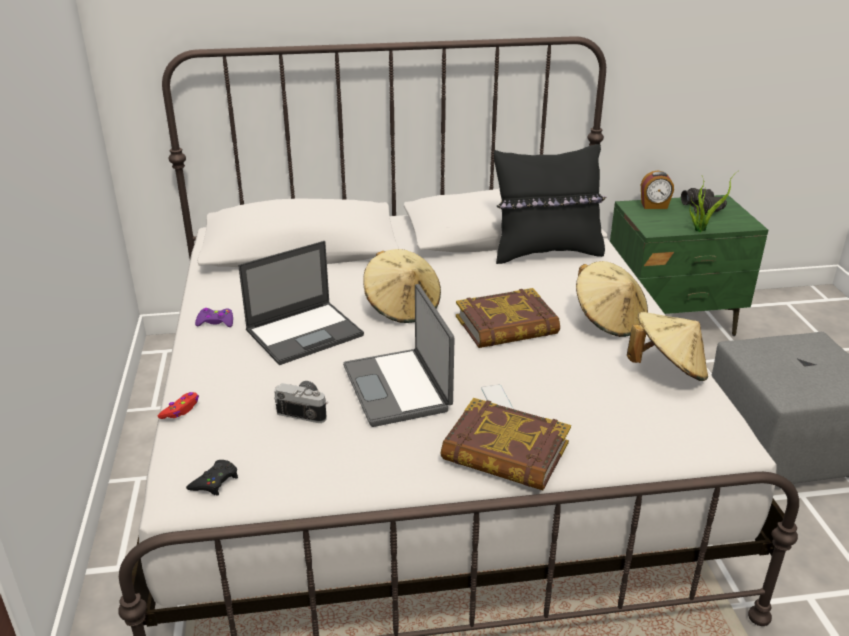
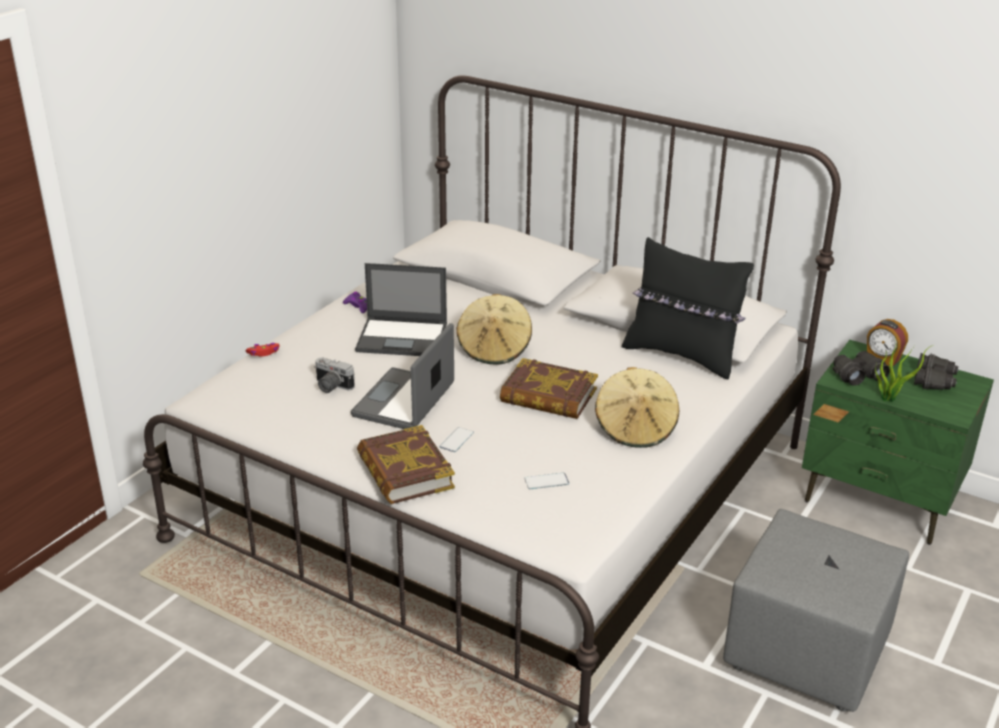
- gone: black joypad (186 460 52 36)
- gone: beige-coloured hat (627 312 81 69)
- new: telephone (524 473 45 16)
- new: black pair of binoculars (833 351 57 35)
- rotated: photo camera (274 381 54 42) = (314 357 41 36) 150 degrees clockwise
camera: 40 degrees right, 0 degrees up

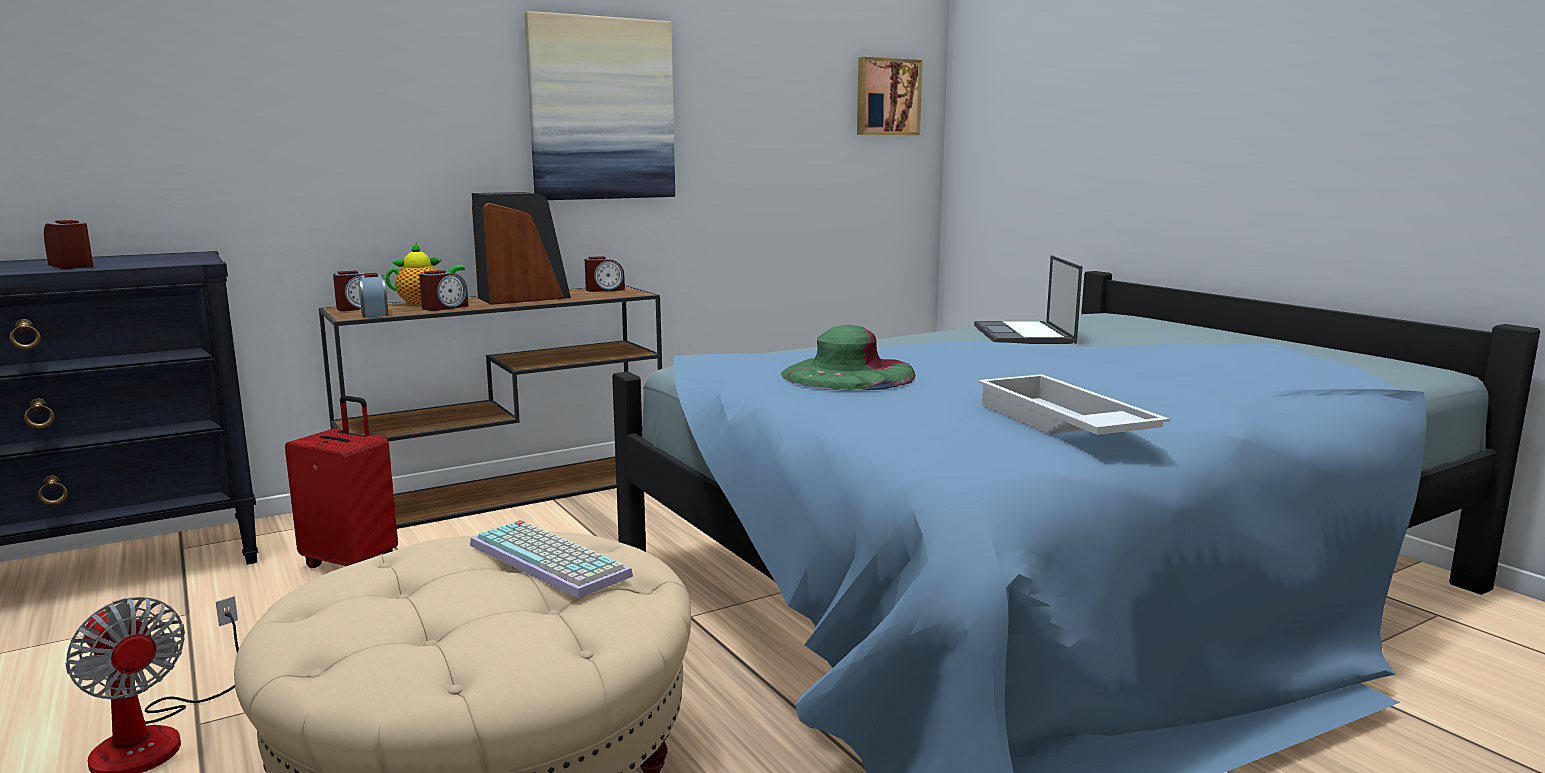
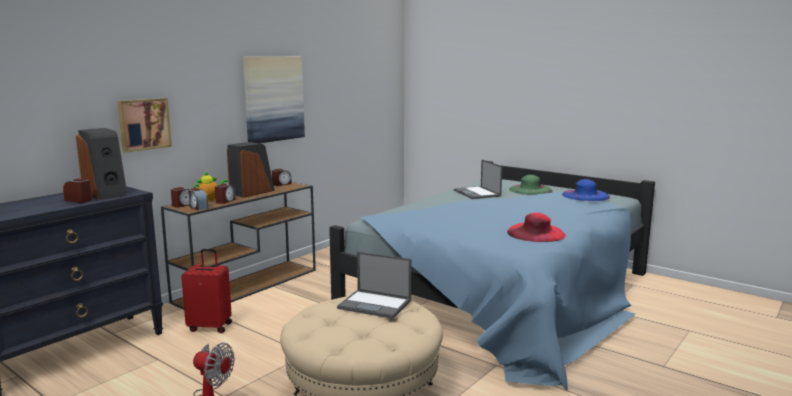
- new: loudspeaker (76 128 52 72)
- new: bluish hat (562 179 48 22)
- shifted: greenish hat (780 325 136 66) to (509 175 44 20)
- shifted: picture (857 57 66 78) to (117 98 55 55)
- swapped: computer keyboard (470 520 163 78) to notebook computer (337 252 74 67)
- swapped: white-coloured tray (978 374 192 61) to red hat (507 213 59 29)
camera: 20 degrees left, 0 degrees up

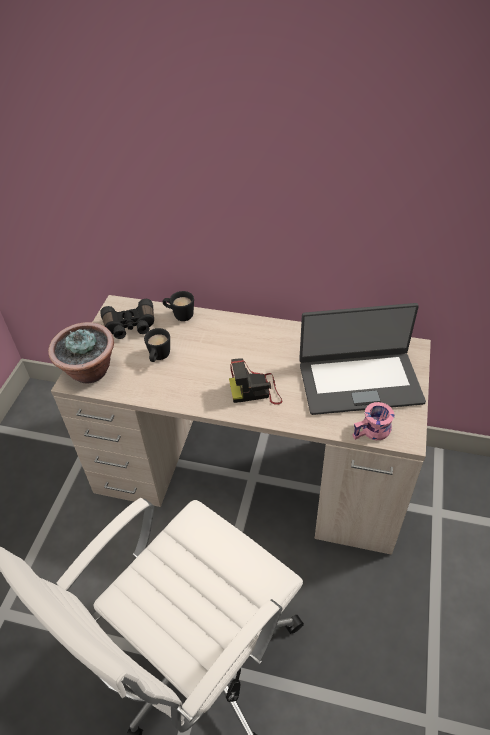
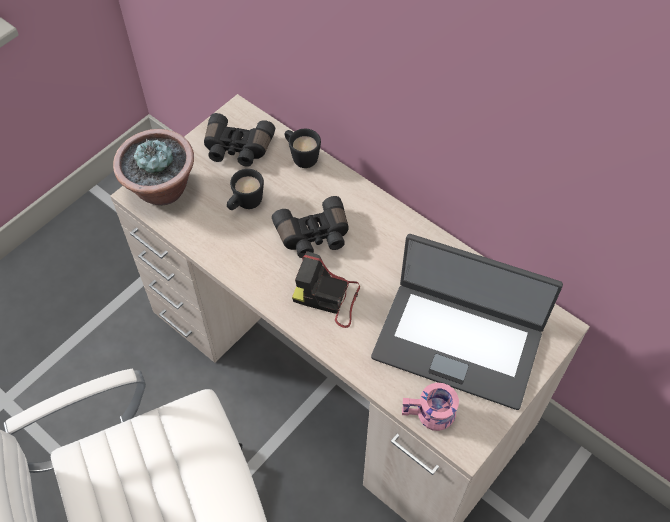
- new: black pair of binoculars (272 196 77 62)
camera: 25 degrees right, 10 degrees up

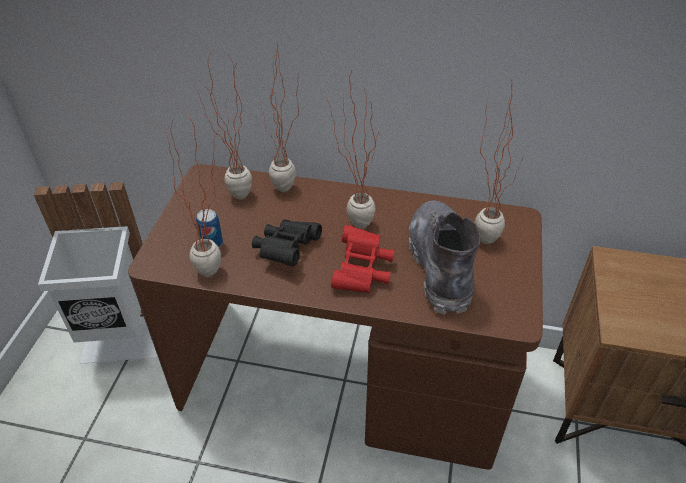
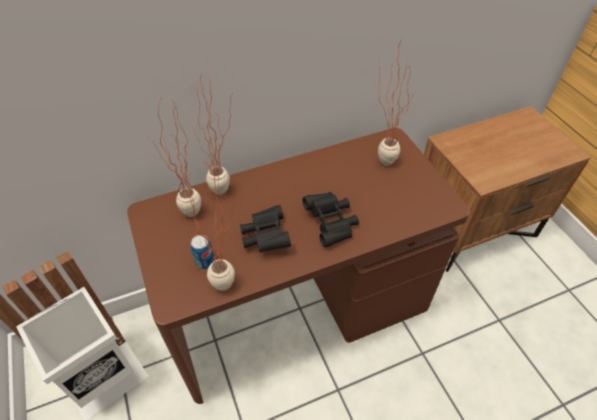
- gone: plant in a pot (326 71 54 158)
- gone: grey tall boot (408 200 72 115)
- repainted: red pair of binoculars (331 225 64 69) to black pair of binoculars (302 192 57 55)
camera: 35 degrees left, 5 degrees up

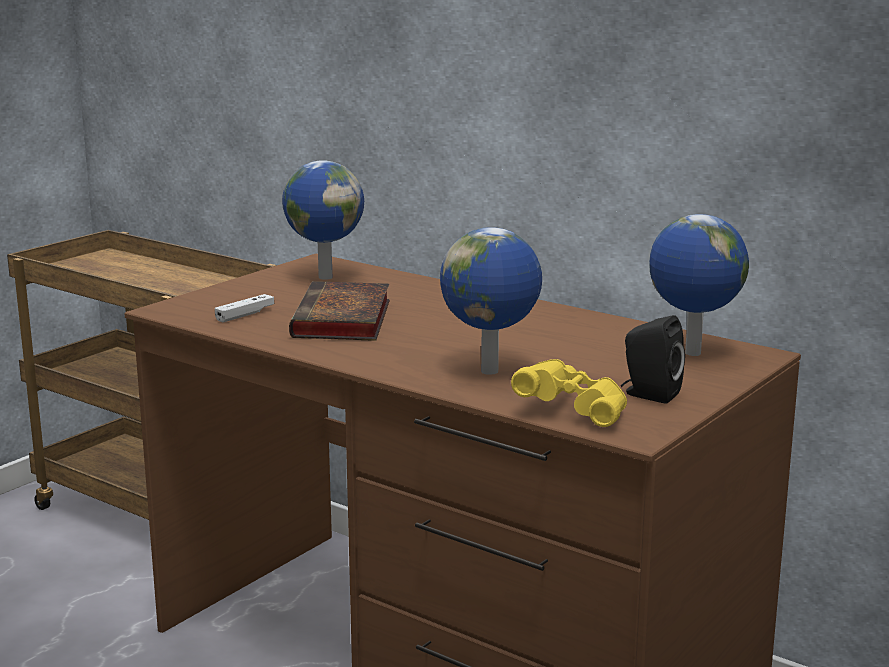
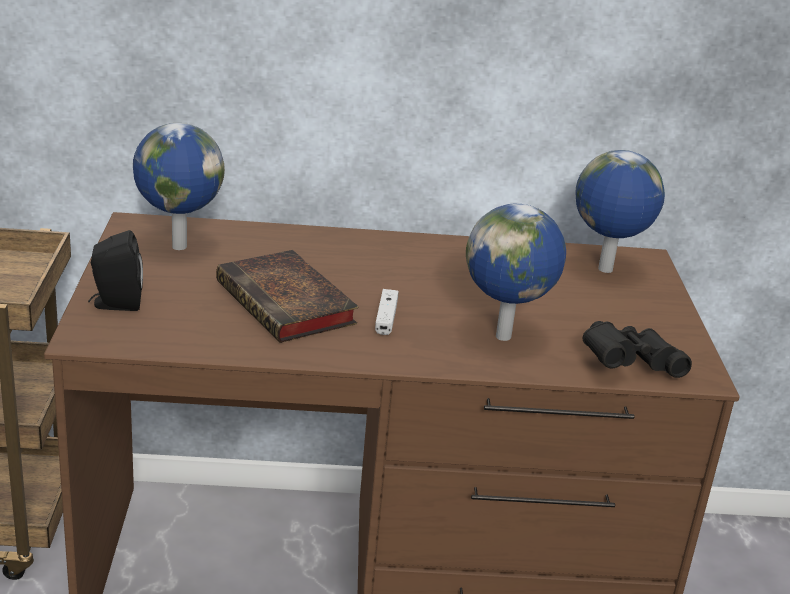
- shifted: white-coloured joypad (215 294 59 28) to (375 289 23 46)
- shifted: black loudspeaker (621 315 64 89) to (88 230 55 81)
- repainted: yellowish pair of binoculars (511 359 116 68) to black pair of binoculars (582 321 110 57)
camera: 40 degrees left, 10 degrees up

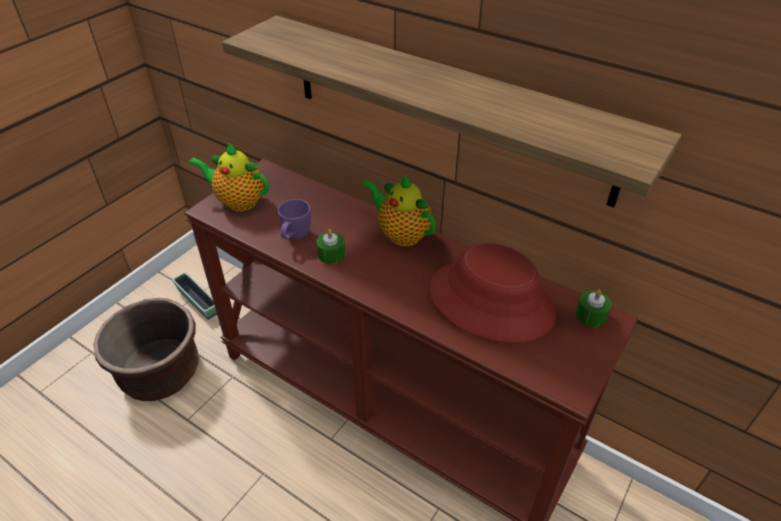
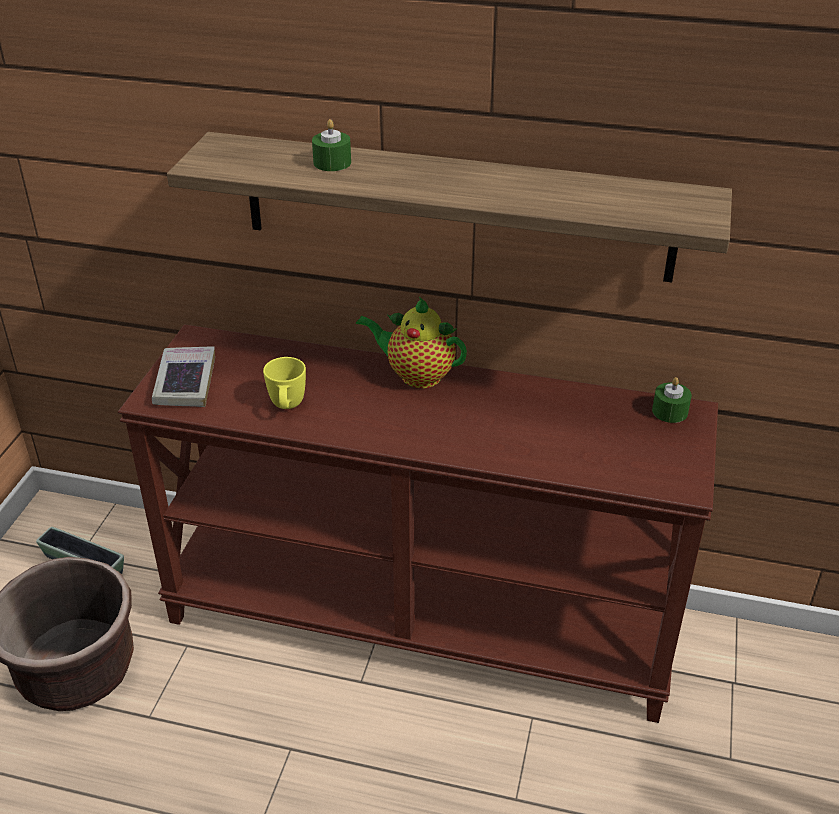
- gone: red hat (429 243 127 100)
- shifted: greenish wax light (316 229 29 35) to (312 119 39 52)
- swapped: teapot (188 143 81 69) to book (152 346 63 61)
- repainted: purple-coloured tea mug (278 199 33 40) to yellowish tea mug (263 357 43 52)
camera: 20 degrees left, 5 degrees down

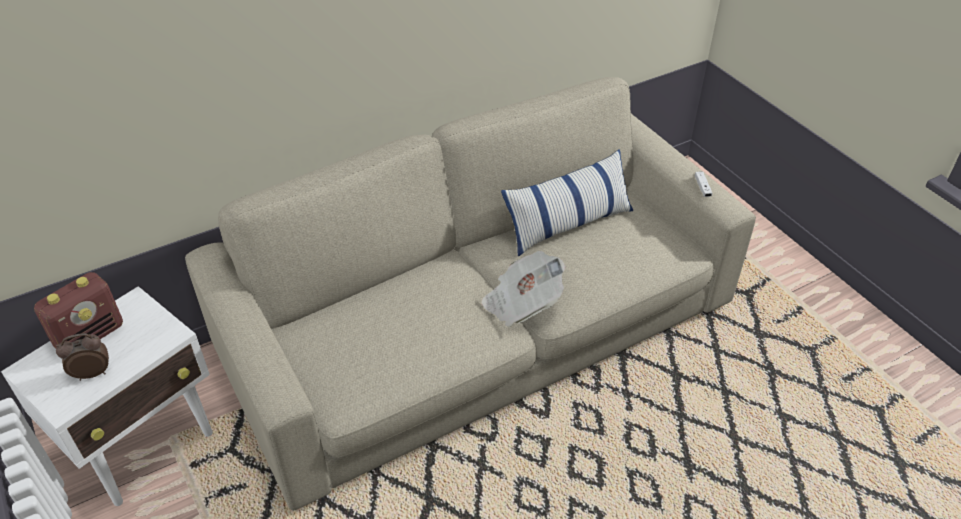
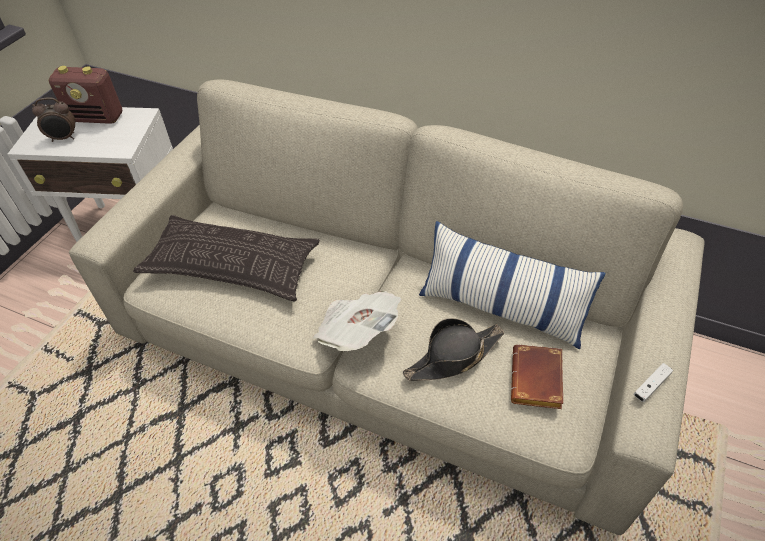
- new: pillow (133 215 187 87)
- new: black hat (403 318 101 63)
- new: brown-coloured book (511 344 52 65)
- rotated: table clock (56 333 53 48) = (32 97 43 45) 135 degrees clockwise
camera: 55 degrees right, 5 degrees up

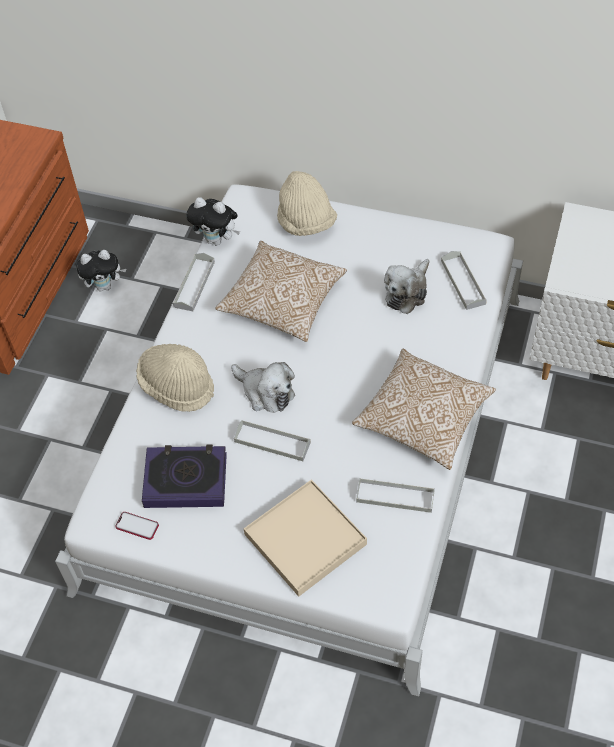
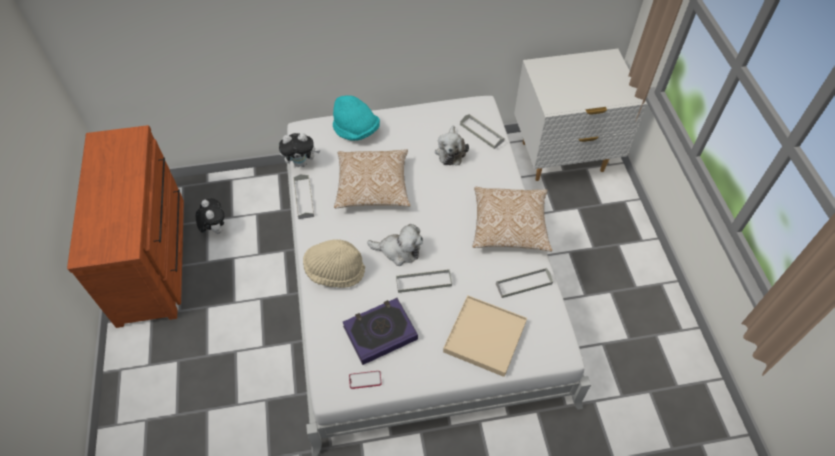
- repainted: beige-coloured hat (277 171 60 65) to blue-green hat (333 95 47 46)
- rotated: soft toy (76 250 50 41) = (196 198 29 36) 75 degrees counterclockwise
camera: 30 degrees left, 0 degrees up

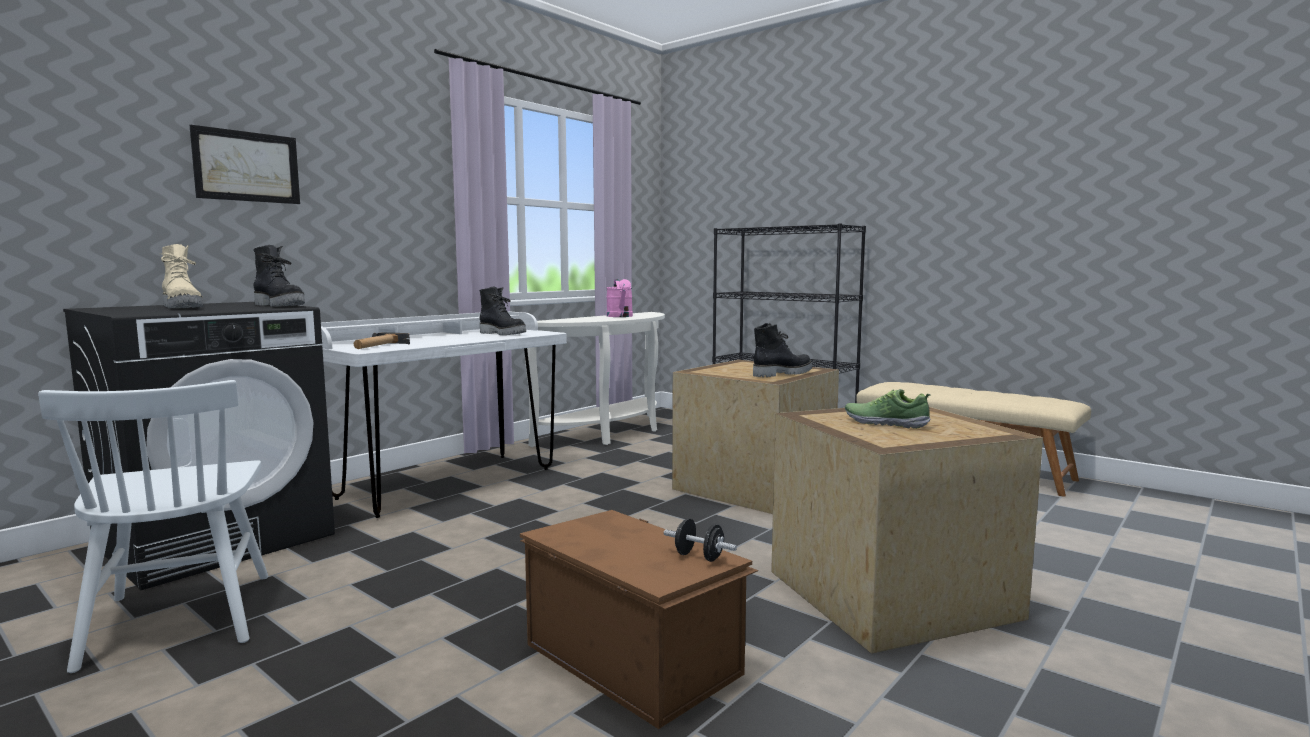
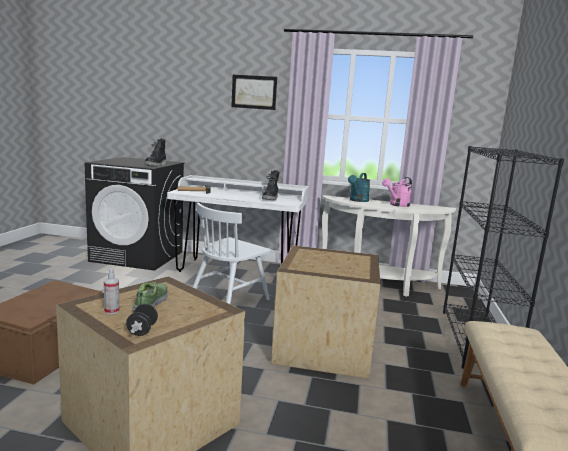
- gone: beige-coloured tall boot (161 244 43 64)
- gone: black tall boot (753 323 59 54)
- new: spray bottle (104 268 15 46)
- new: blue-green watering pot (348 173 22 29)
- shifted: white-coloured upright chair (38 380 231 293) to (193 203 78 101)
- shifted: picture (190 125 110 79) to (231 75 46 35)
- shifted: black hand weight (664 518 73 44) to (126 304 32 32)
camera: 60 degrees right, 5 degrees up

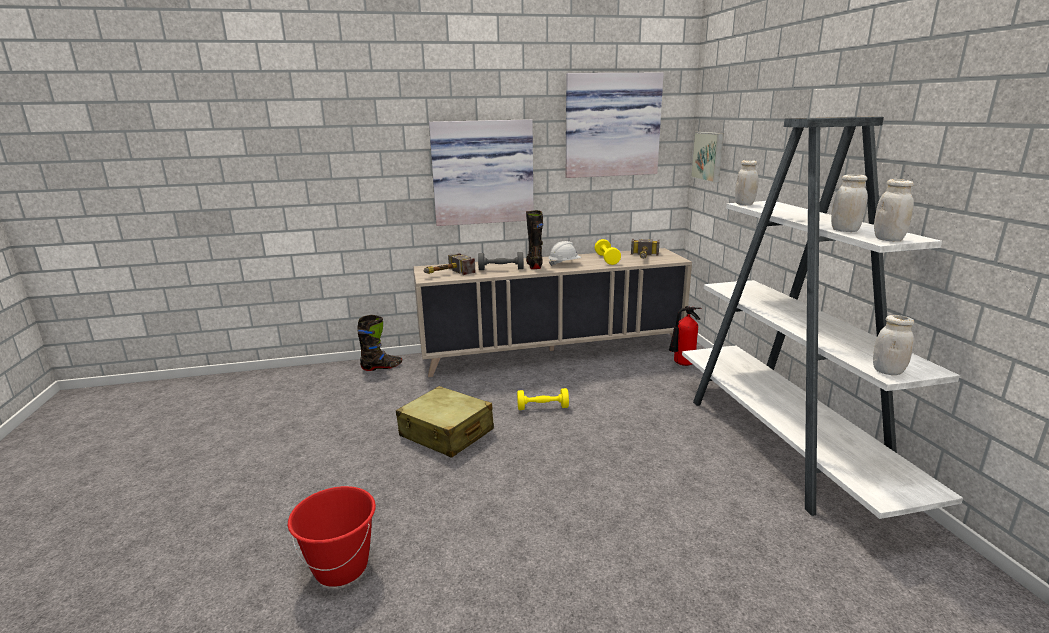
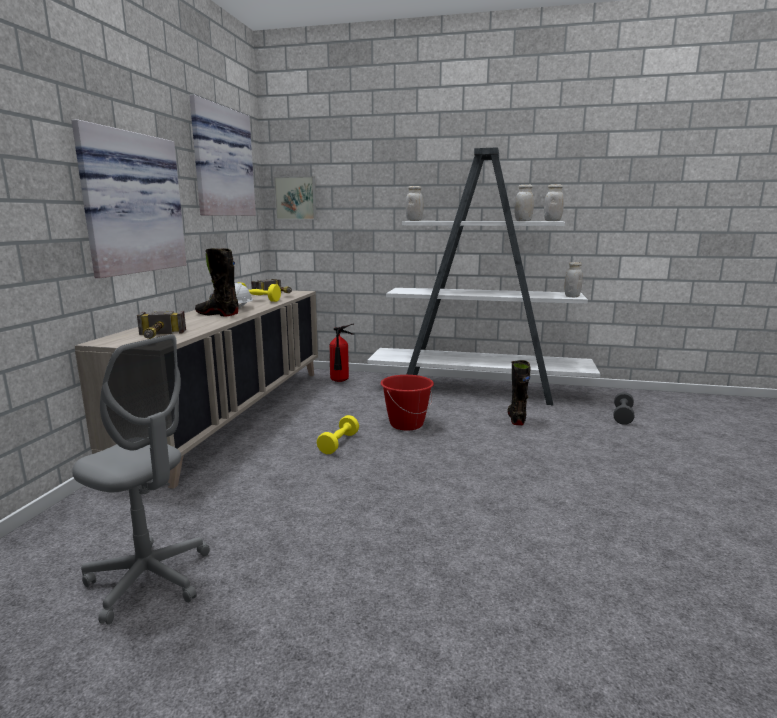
- gone: beige-coloured piece of luggage (396 386 98 72)
- new: grey computer chair (72 334 138 290)
- shifted: red water bucket (288 486 88 101) to (381 375 53 55)
- shifted: black tall boot (357 315 45 56) to (508 360 22 65)
- shifted: grey hand weight (478 252 46 18) to (613 392 21 33)
camera: 65 degrees left, 5 degrees down

